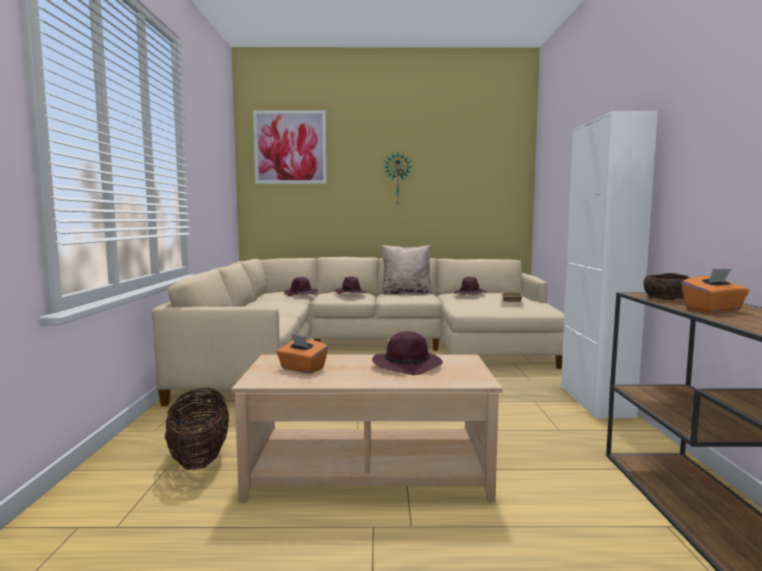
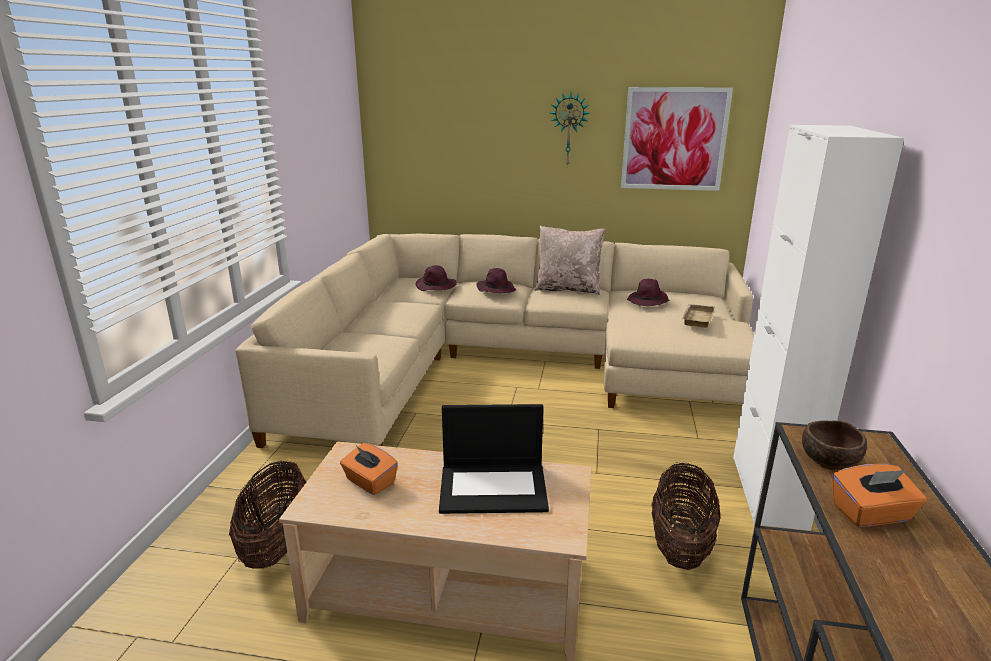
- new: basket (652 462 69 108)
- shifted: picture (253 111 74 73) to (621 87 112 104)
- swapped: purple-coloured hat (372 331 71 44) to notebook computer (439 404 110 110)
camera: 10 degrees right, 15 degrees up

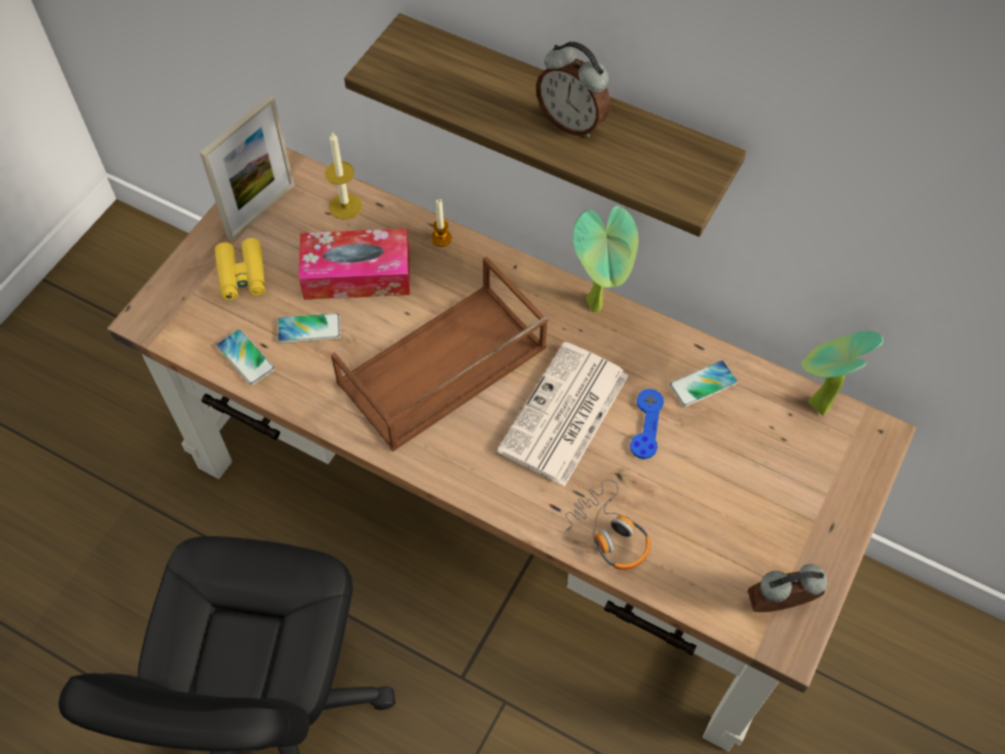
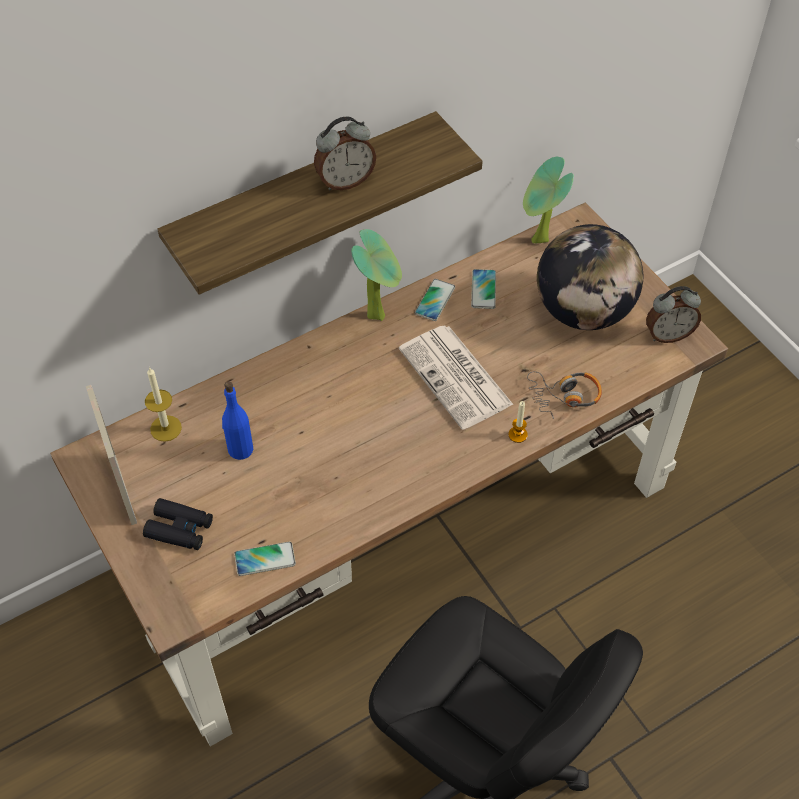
- gone: brown-coloured tray (331 256 217 195)
- gone: bluish joypad (630 389 34 70)
- new: world globe (537 224 106 106)
- shifted: telephone (278 313 62 30) to (415 279 40 42)
- shifted: wax light (431 199 21 48) to (508 401 20 42)
- swapped: tissue box (299 229 111 71) to bluish bottle (222 382 31 78)
- repainted: yellowish pair of binoculars (215 238 50 62) to black pair of binoculars (143 498 70 52)
- rotated: table clock (748 564 79 48) = (646 286 55 57) 120 degrees counterclockwise
camera: 60 degrees left, 5 degrees down

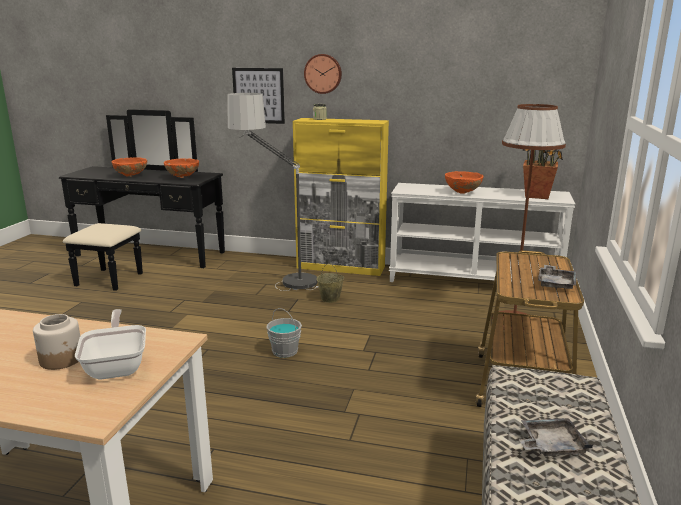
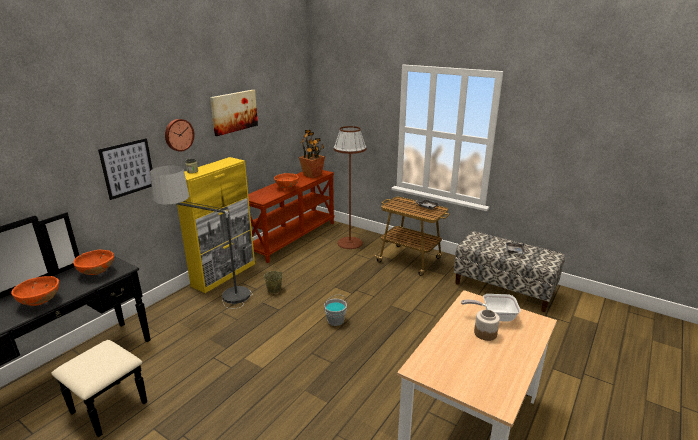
- new: picture (210 90 48 46)
- repainted: white-coloured hall table (389 183 186 113) to brown-coloured hall table (248 170 87 93)
camera: 70 degrees left, 5 degrees up

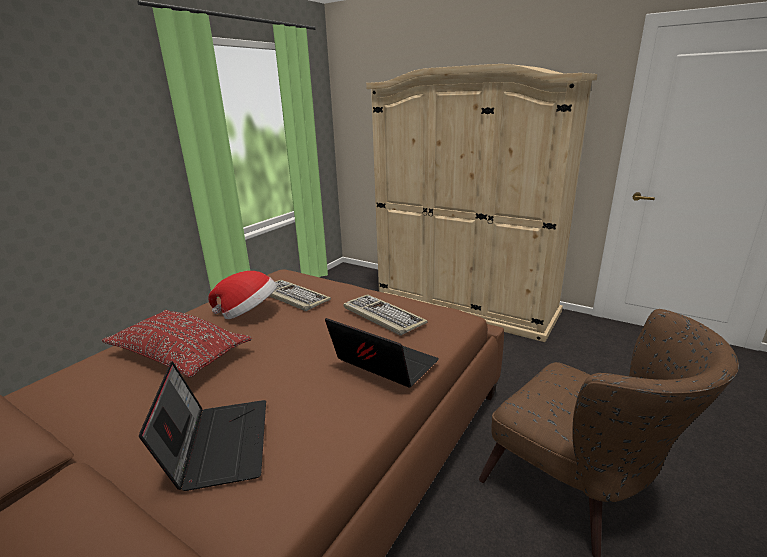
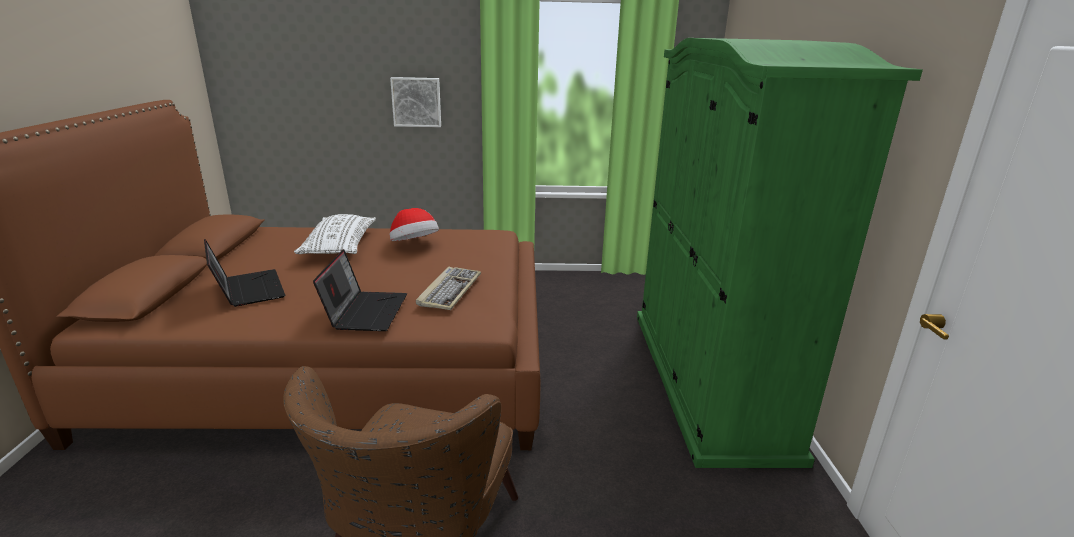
- gone: computer keyboard (270 280 61 31)
- new: picture (390 77 51 50)
- repainted: red pillow (102 310 150 68) to white-coloured pillow (294 214 82 40)
- repainted: beige-coloured clothes cupboard (366 64 231 278) to greenish clothes cupboard (637 38 286 430)
- rotated: notebook computer (139 361 127 130) = (204 239 81 68) 75 degrees counterclockwise
camera: 55 degrees right, 0 degrees up

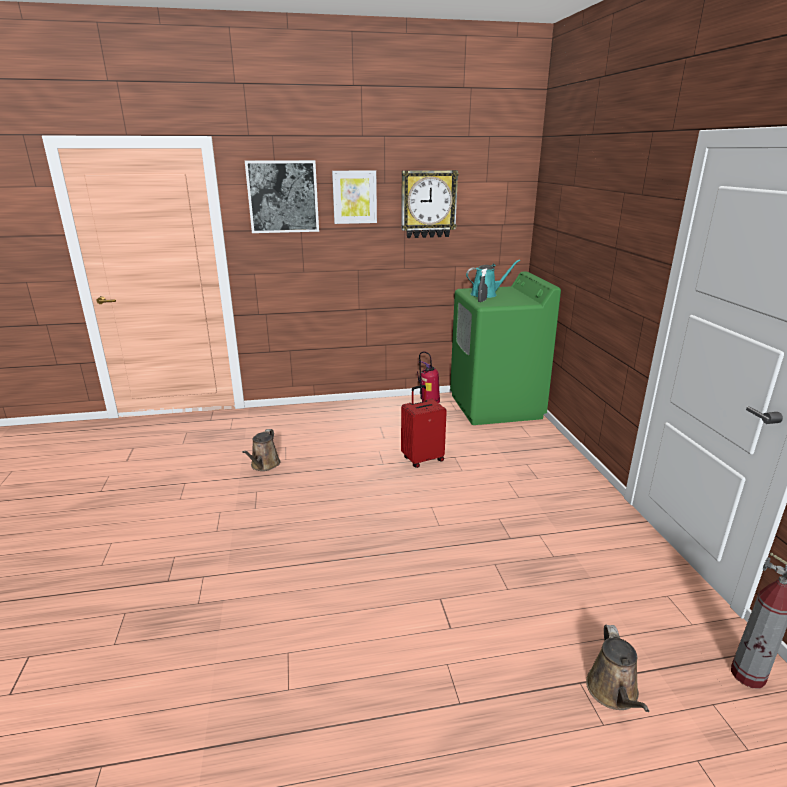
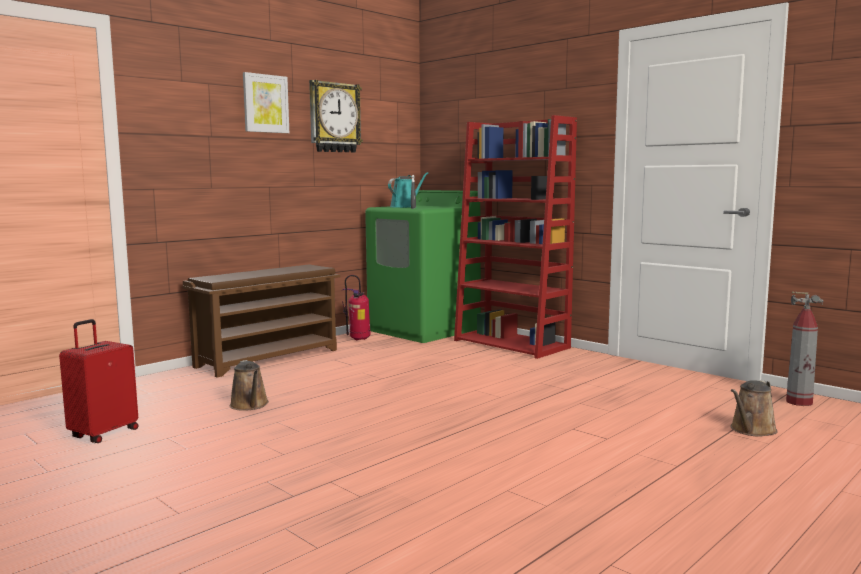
- gone: picture (245 160 74 73)
- new: brown-coloured shoe rack (182 265 158 113)
- new: red shelving unit (454 115 123 244)
- shifted: red piece of luggage (401 385 46 83) to (59 319 79 124)
- rotated: brown-coloured watering pot (586 625 63 87) = (730 380 48 57) 75 degrees clockwise
camera: 35 degrees left, 15 degrees down

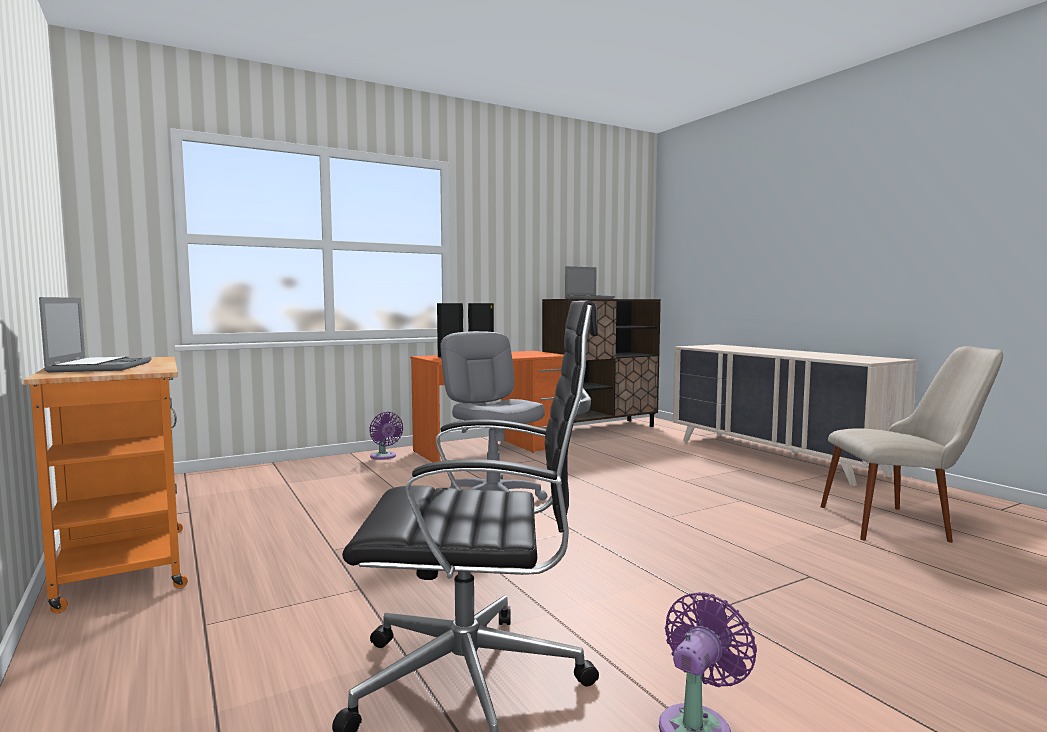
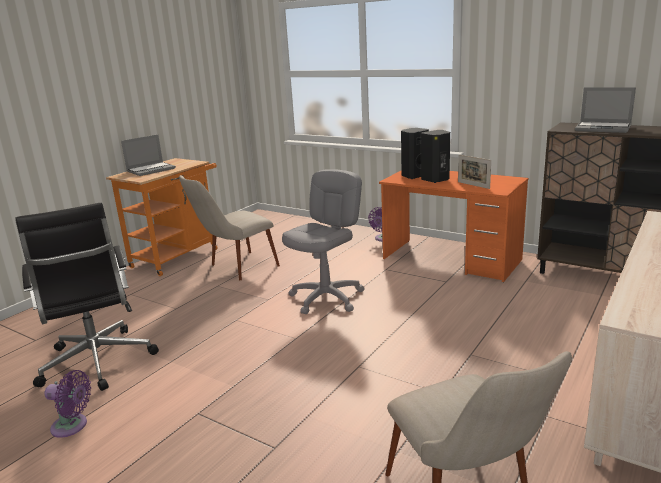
- new: beige-coloured upright chair (179 175 101 105)
- new: standing frame (458 155 33 34)
camera: 65 degrees right, 15 degrees up

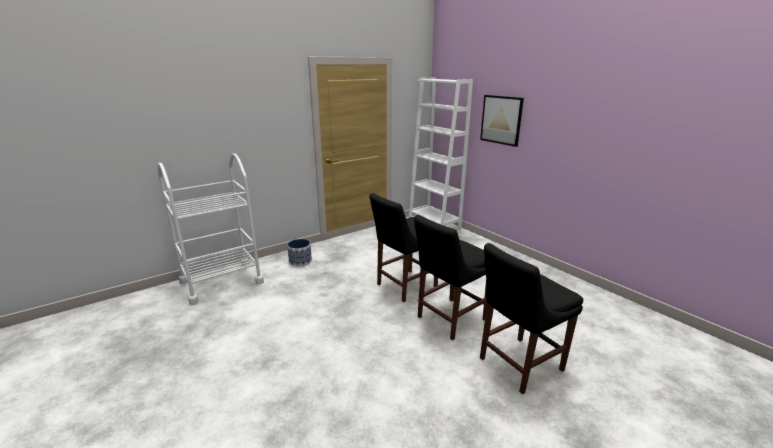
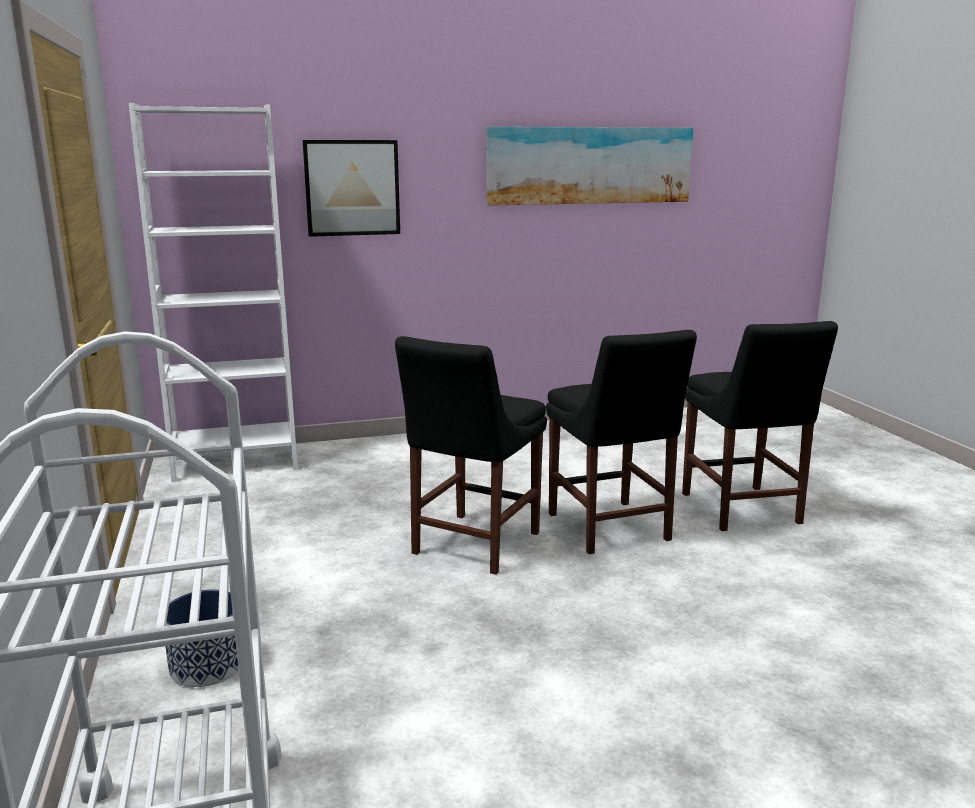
- new: picture (486 127 207 79)
- rotated: black upright chair (369 193 69 109) = (395 336 152 239) 45 degrees clockwise
camera: 70 degrees left, 5 degrees down

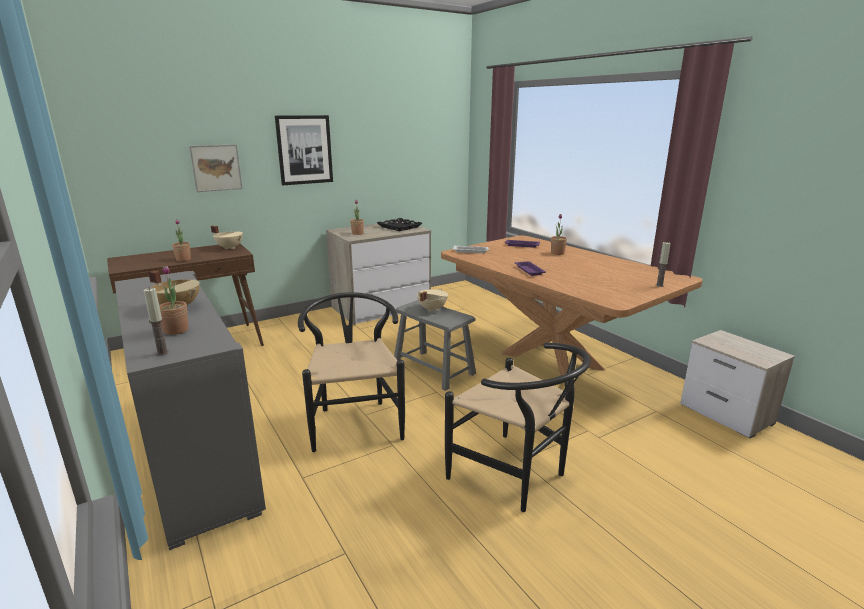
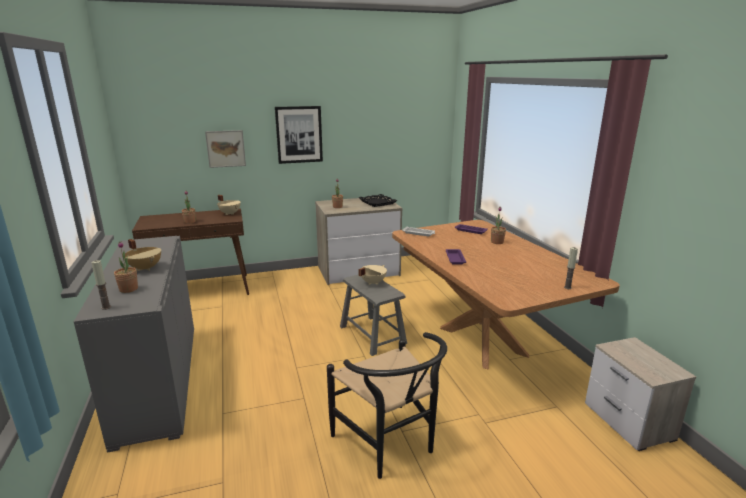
- gone: black upright chair (298 292 107 160)
camera: 15 degrees right, 0 degrees up

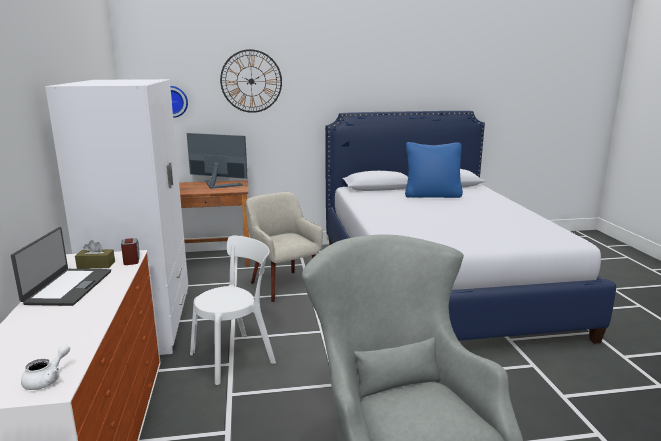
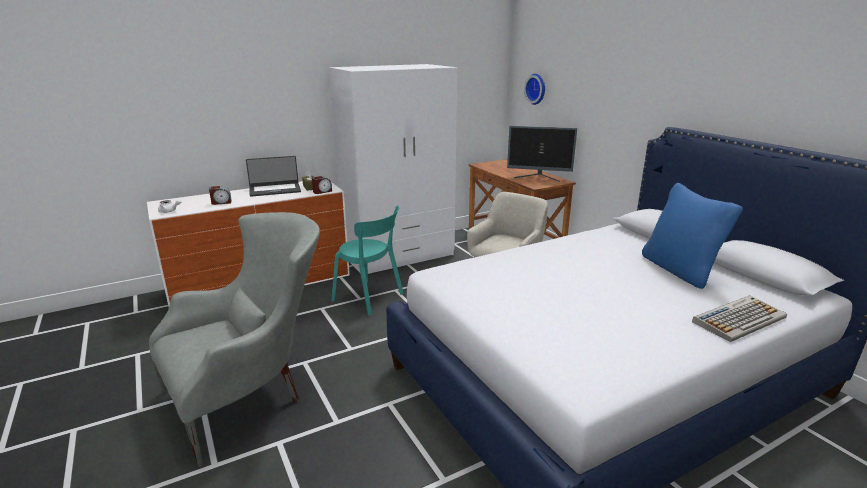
- gone: clock on the wall (220 49 62 64)
- new: table clock (209 186 23 19)
- new: computer keyboard (692 295 95 47)
- repainted: white-coloured upright chair (190 235 86 150) to blue-green upright chair (331 205 73 111)
- rotated: monitor (187 133 61 56) = (507 126 70 56) 105 degrees clockwise
camera: 70 degrees right, 5 degrees up

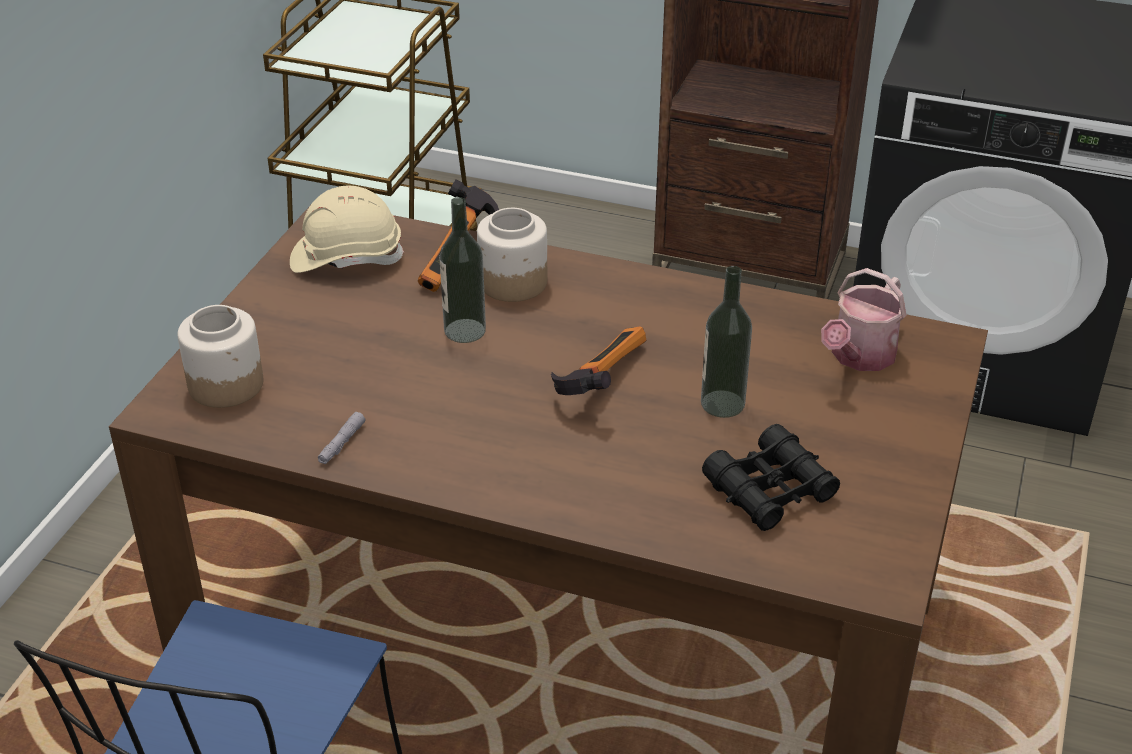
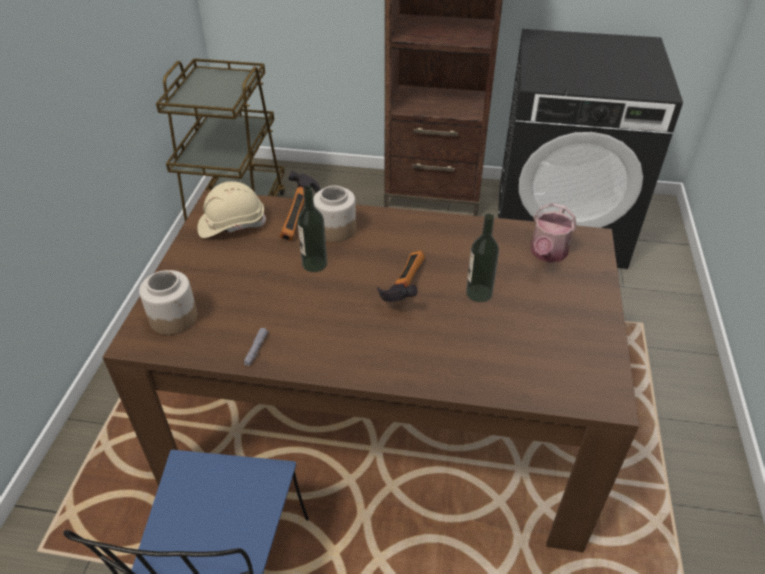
- gone: black pair of binoculars (702 424 138 107)
camera: 10 degrees left, 5 degrees up

